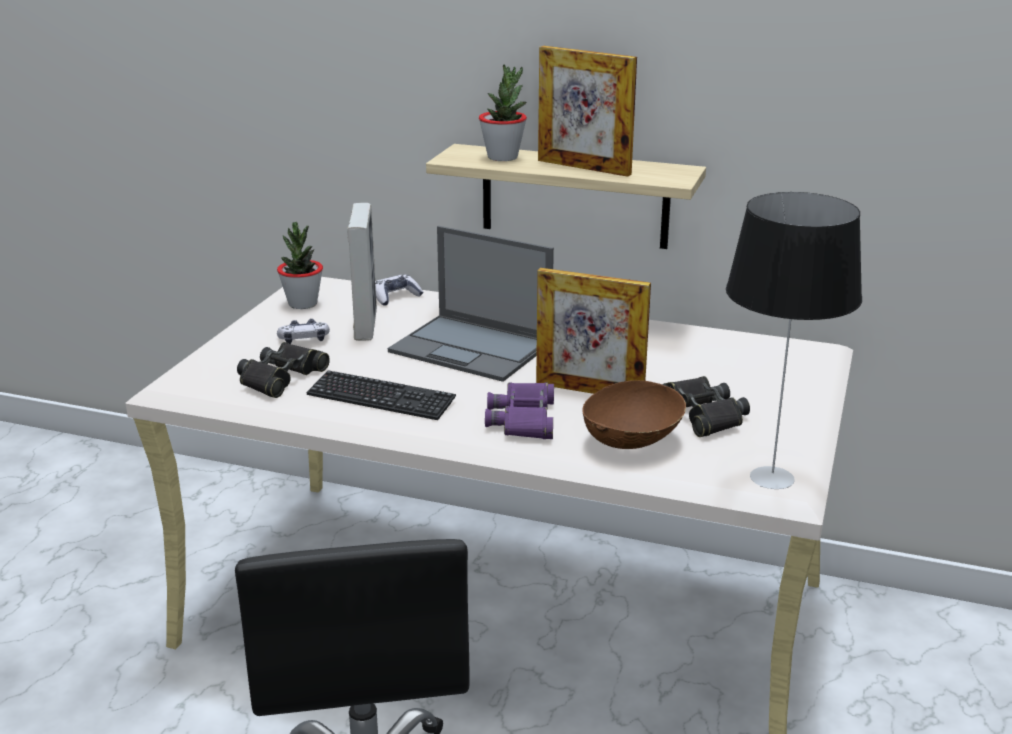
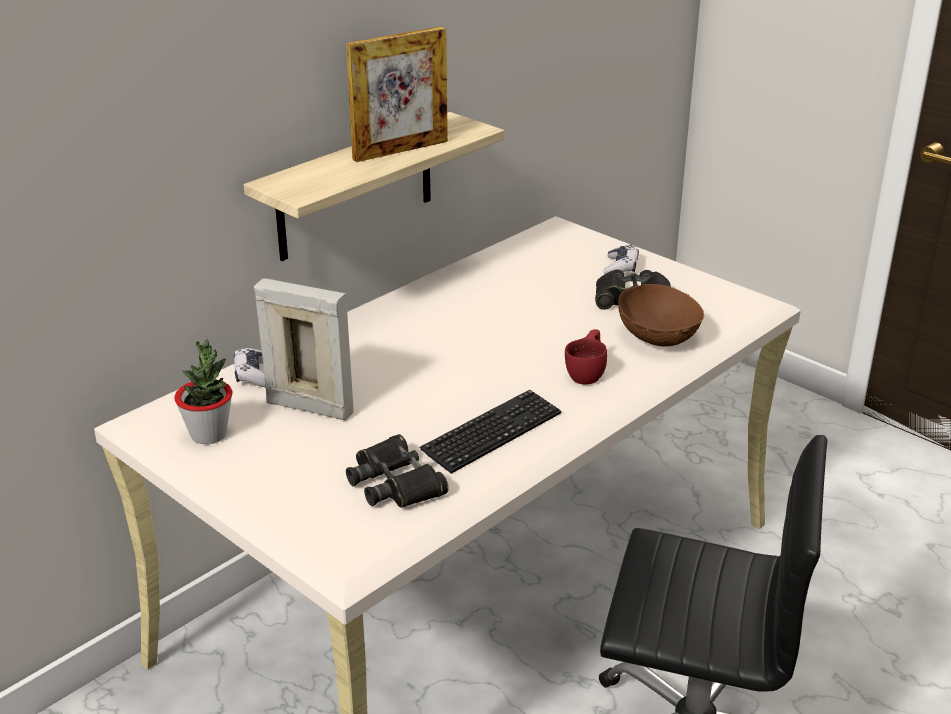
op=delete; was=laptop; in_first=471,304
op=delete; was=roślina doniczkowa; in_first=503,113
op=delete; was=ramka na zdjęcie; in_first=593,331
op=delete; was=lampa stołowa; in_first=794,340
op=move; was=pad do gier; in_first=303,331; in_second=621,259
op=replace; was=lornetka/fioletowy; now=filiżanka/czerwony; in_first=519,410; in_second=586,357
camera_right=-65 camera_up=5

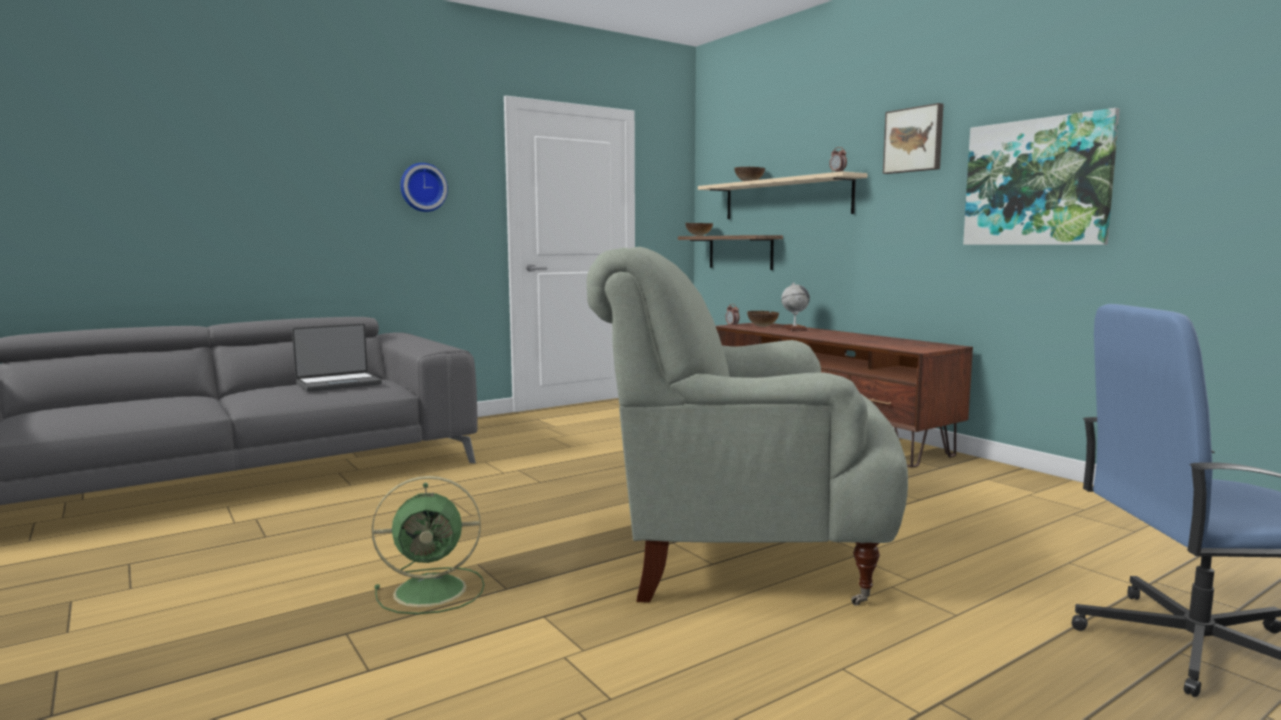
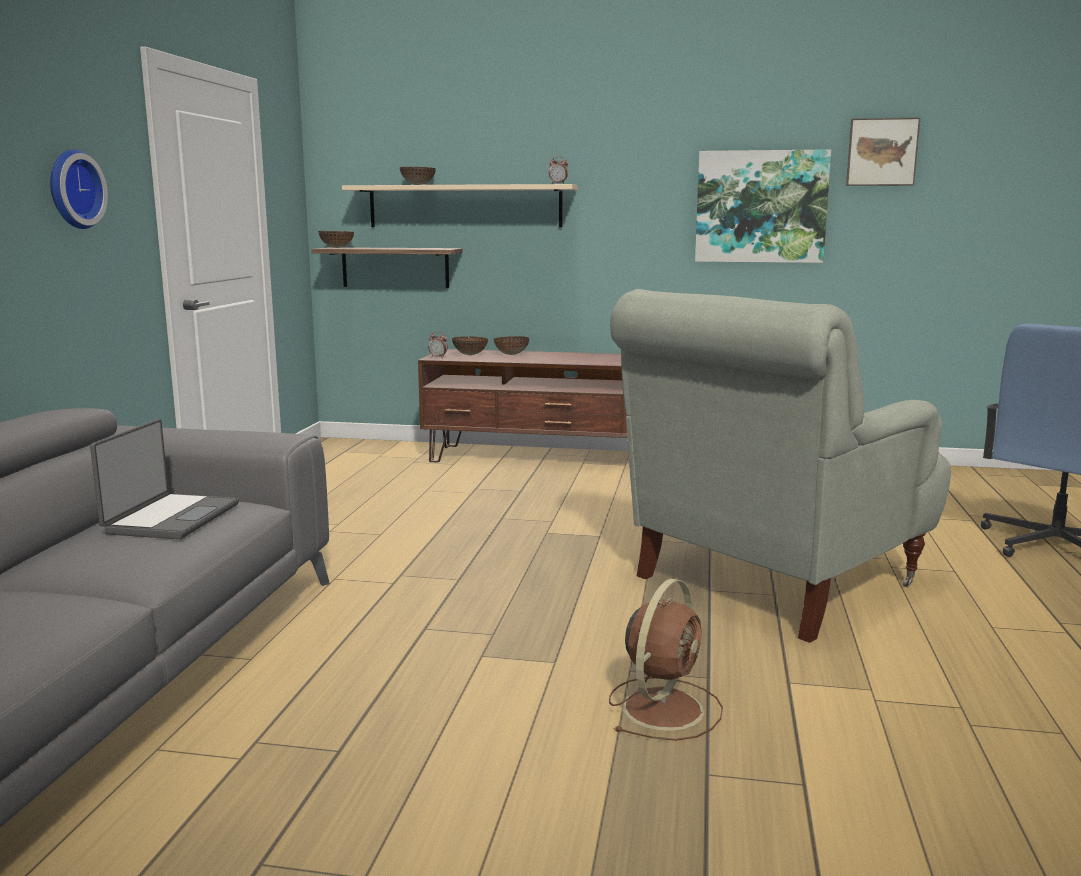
op=move; was=obraz; in_first=913,138; in_second=883,151
op=replace; was=globus; now=miska; in_first=795,307; in_second=511,345
op=recolor; was=wentylator/zielony; now=wentylator/brązowy; in_first=428,545; in_second=666,660
camera_right=-45 camera_up=5

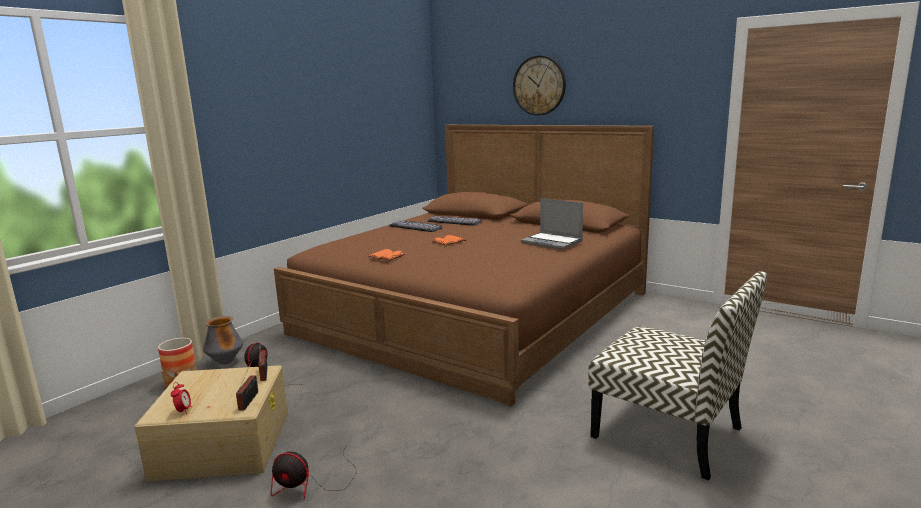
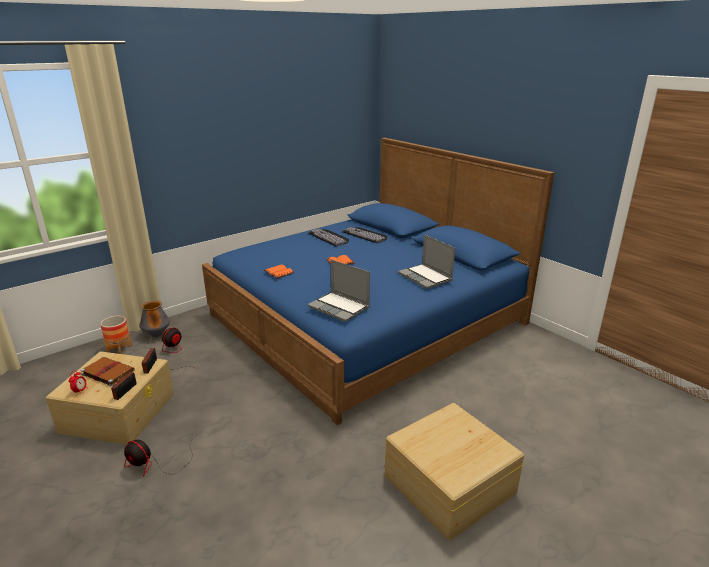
op=delete; was=zegar ścienny; in_first=539,85
op=insert; now=książka/brązowy; in_second=107,371
op=insert; now=laptop; in_second=339,290
op=replace; was=krzesło; now=pojemnik do przechowywania/beżowy; in_first=677,376; in_second=454,472
op=recolor; was=łóżko/brązowy; now=łóżko/niebieski; in_first=464,266; in_second=378,281
camera_right=15 camera_up=10

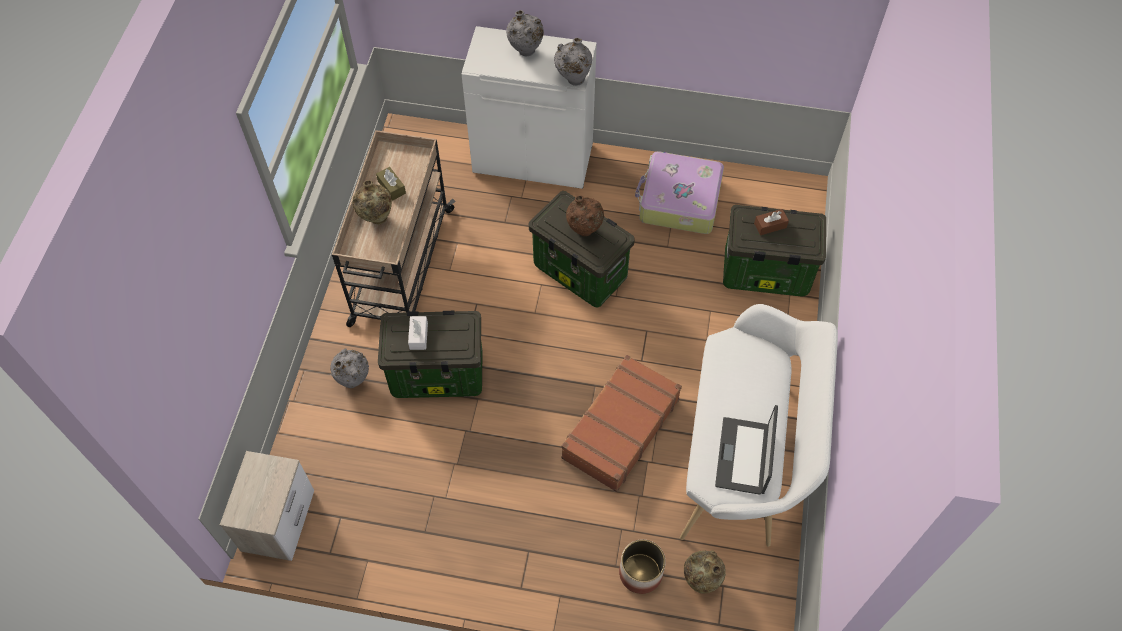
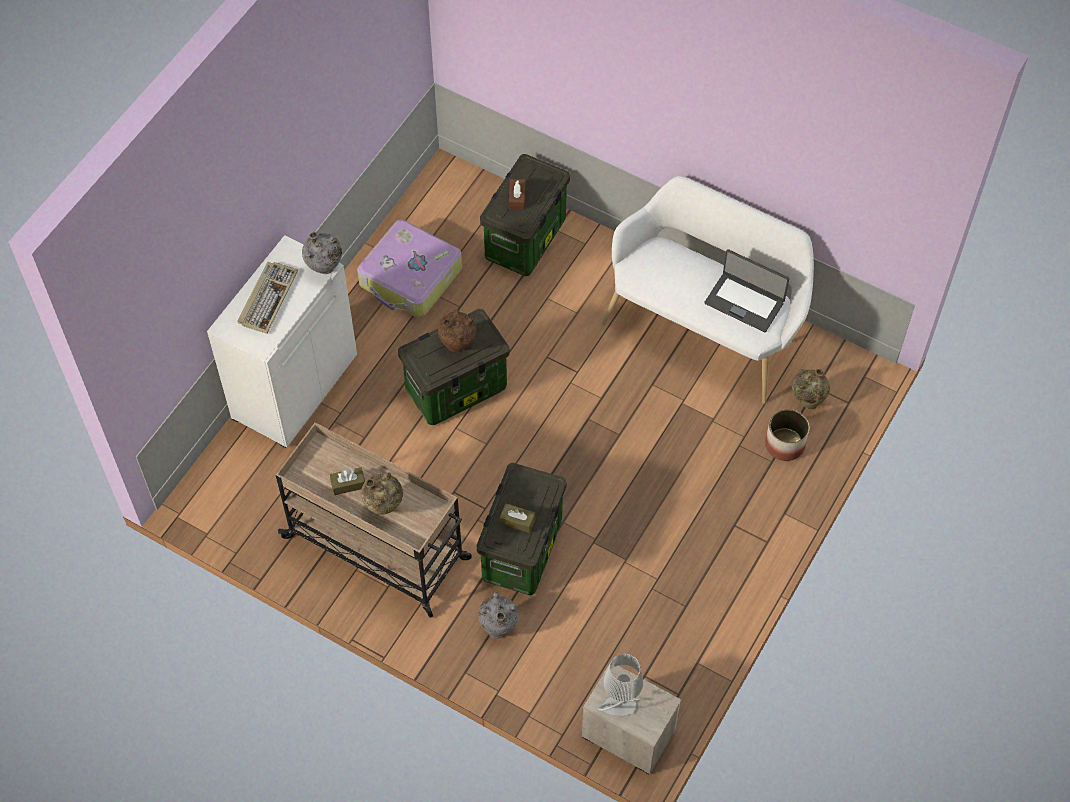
op=delete; was=walizka/brązowy; in_first=621,423
op=insert; now=lampa stołowa/szary; in_second=620,685
op=replace; was=wazon/szary; now=klawiatura; in_first=525,33; in_second=268,298
op=recolor; was=pudełko chusteczek/biały; now=pudełko chusteczek/brązowy; in_first=418,333; in_second=517,518
camera_right=-70 camera_up=0

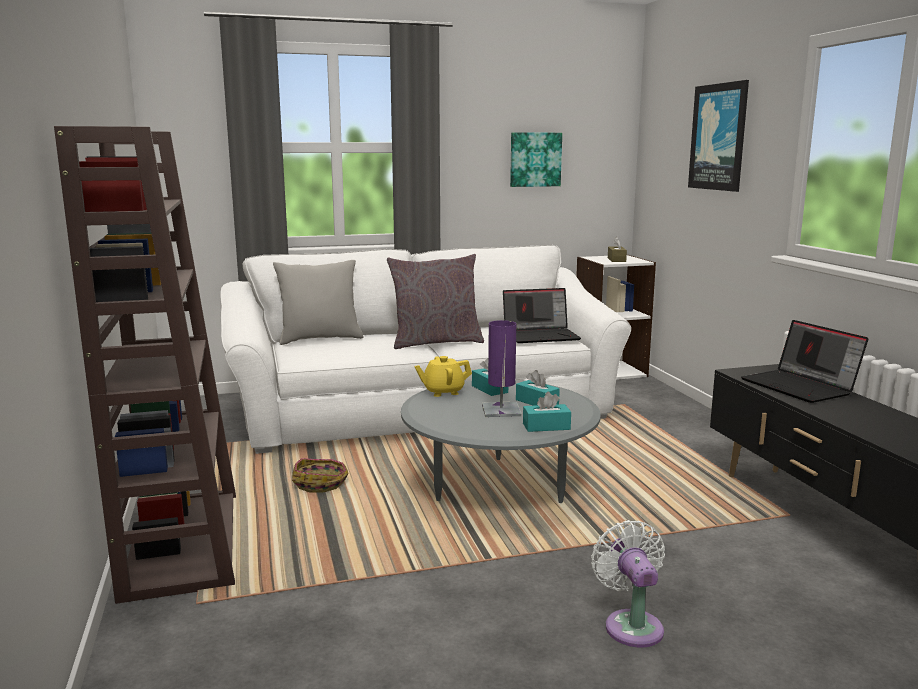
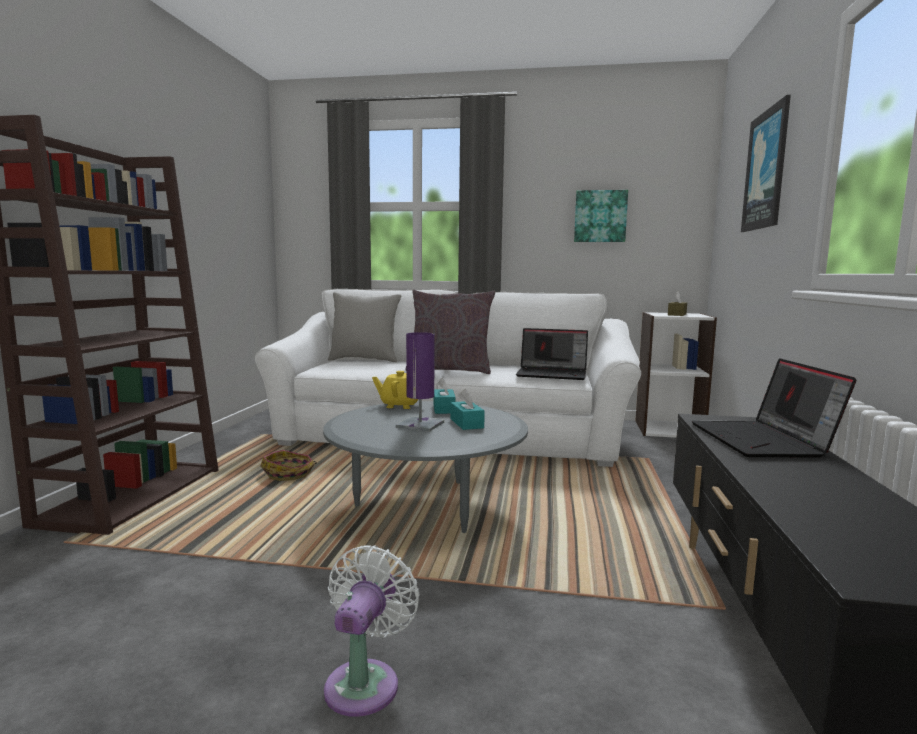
op=delete; was=pudełko chusteczek/turkusowy; in_first=547,412
camera_right=25 camera_up=-5

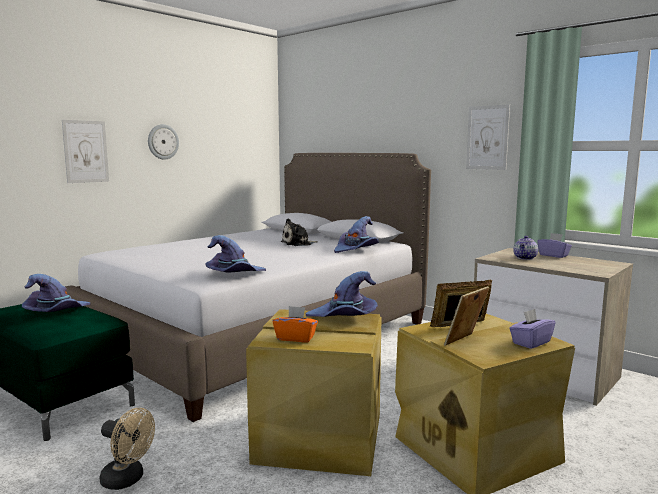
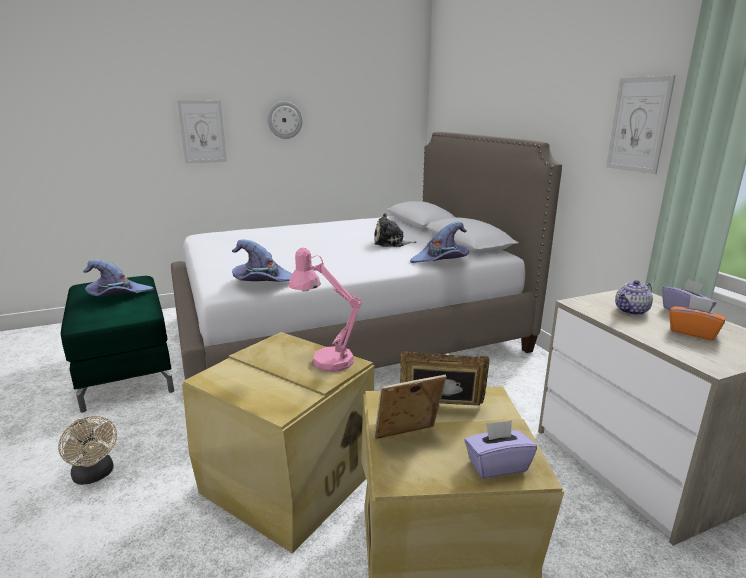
op=move; was=pudełko chusteczek/pomarańczowy; in_first=295,324; in_second=697,318
op=replace; was=kapelusz/fioletowy; now=lampa stołowa/różowy; in_first=341,294; in_second=325,310
camera_right=25 camera_up=10

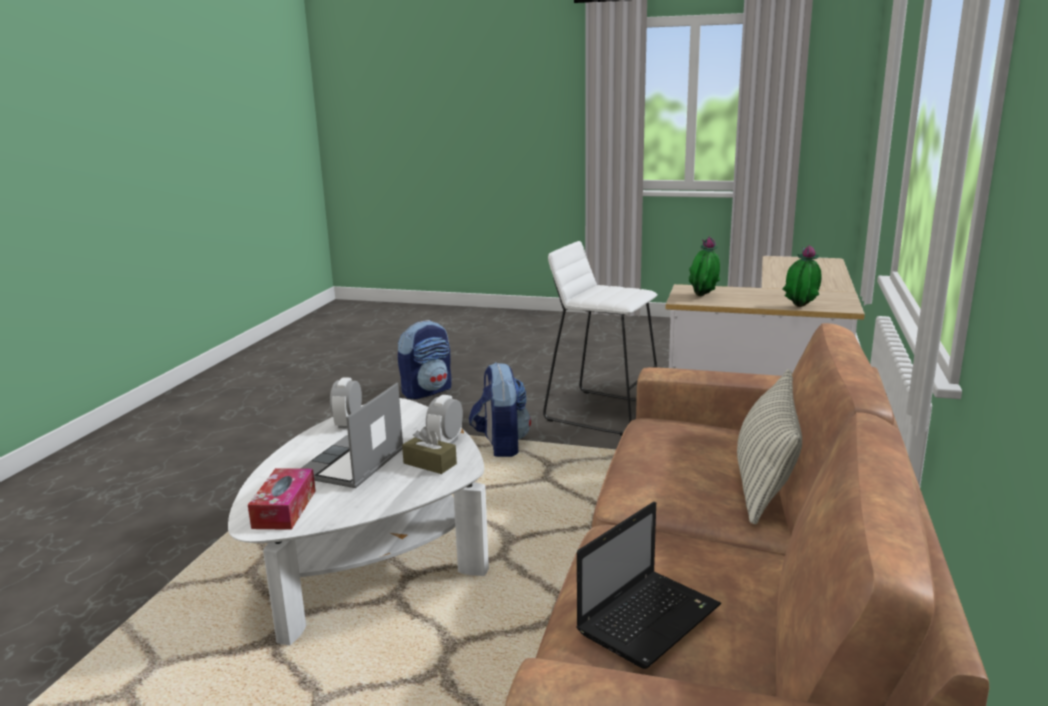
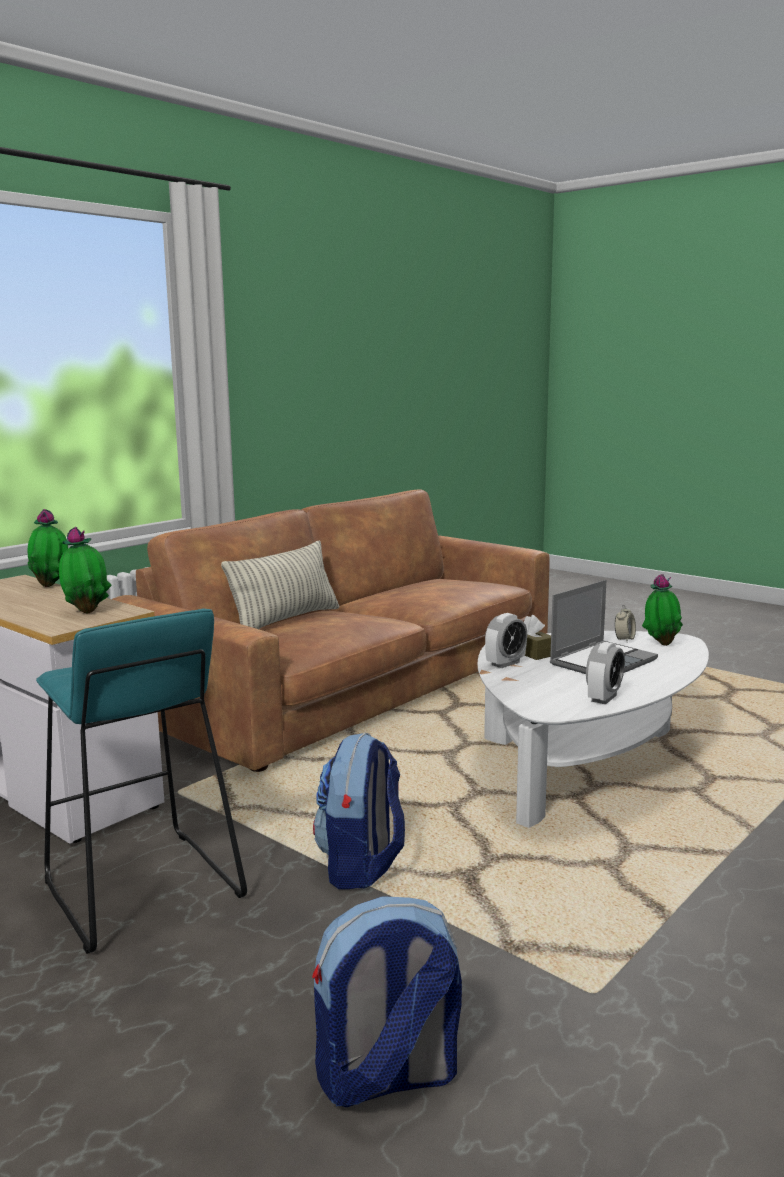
op=delete; was=laptop; in_first=648,585
op=insert; now=budzik; in_second=625,623
op=replace; was=pudełko chusteczek; now=roślina doniczkowa; in_first=282,499; in_second=662,610
op=recolor; was=stołek/biały; now=stołek/turkusowy; in_first=600,338; in_second=141,781
camera_right=-155 camera_up=-5

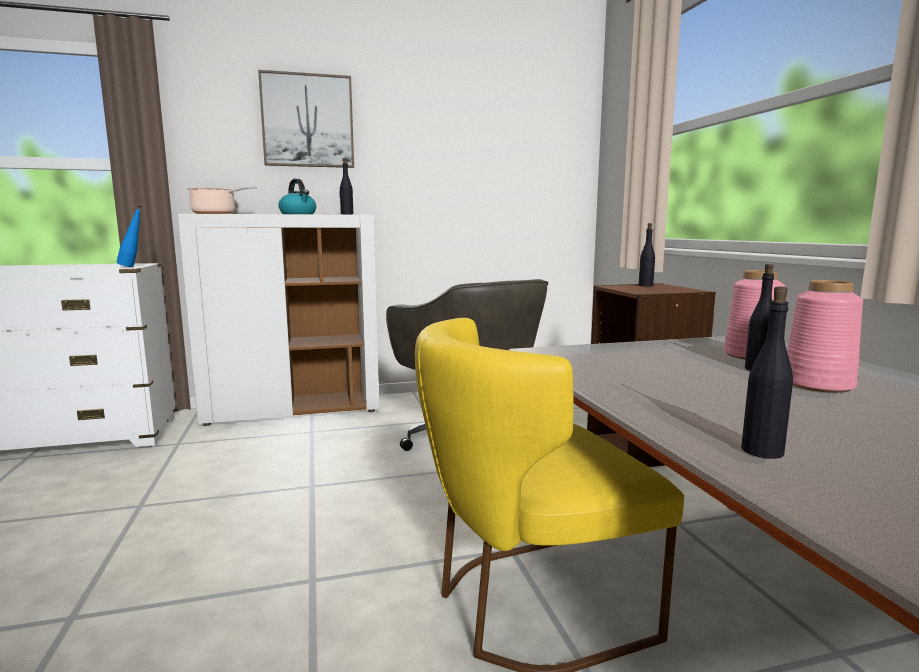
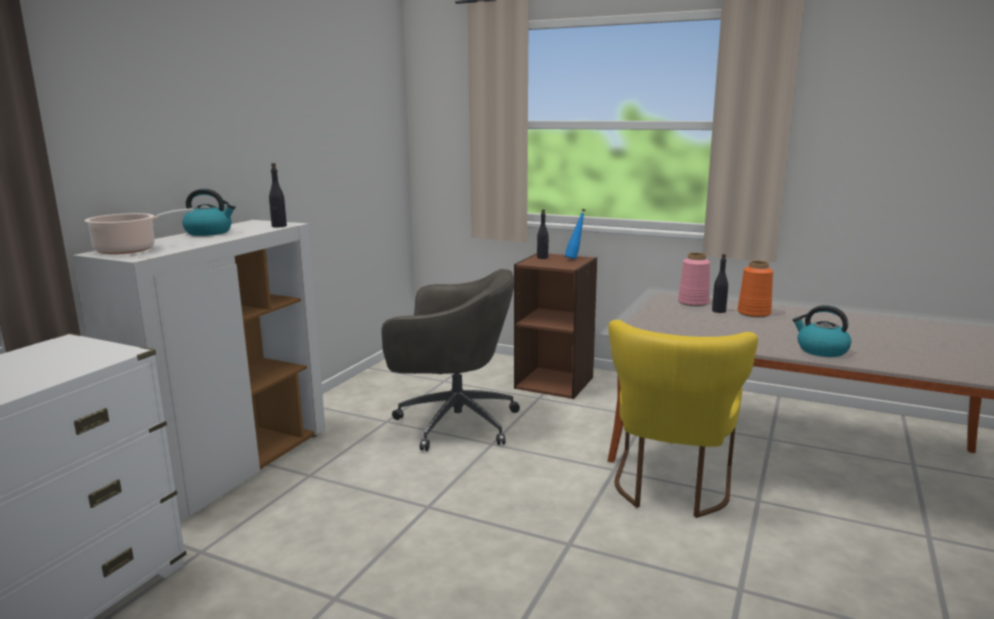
op=delete; was=obraz; in_first=306,119
op=move; was=butelka/niebieski; in_first=129,235; in_second=575,234
op=replace; was=butelka/czarny; now=czajnik; in_first=767,372; in_second=821,331
op=recolor; was=wazon/różowy; now=wazon/pomarańczowy; in_first=825,336; in_second=755,288
camera_right=-50 camera_up=5

